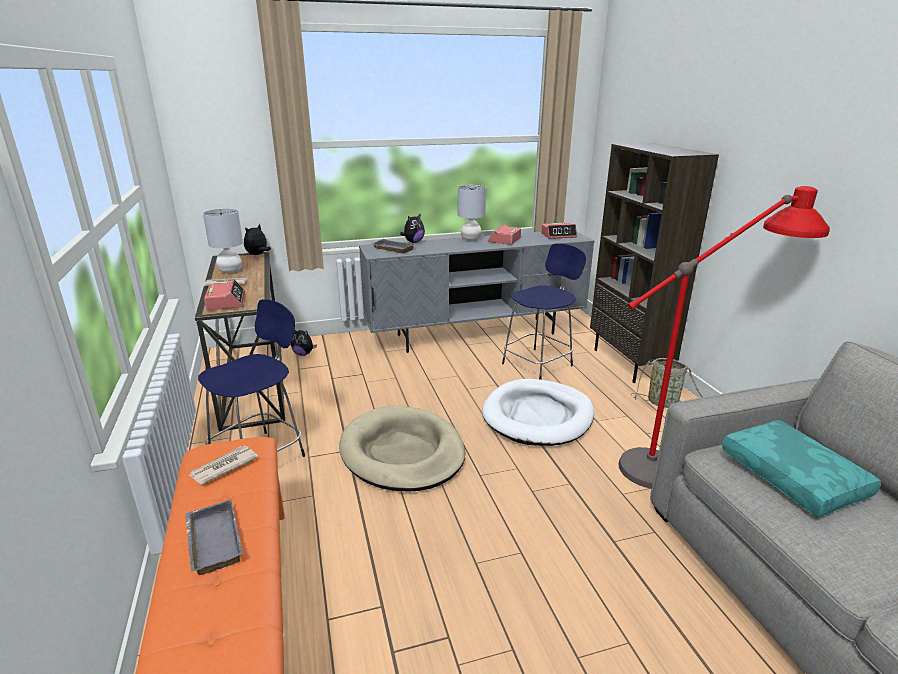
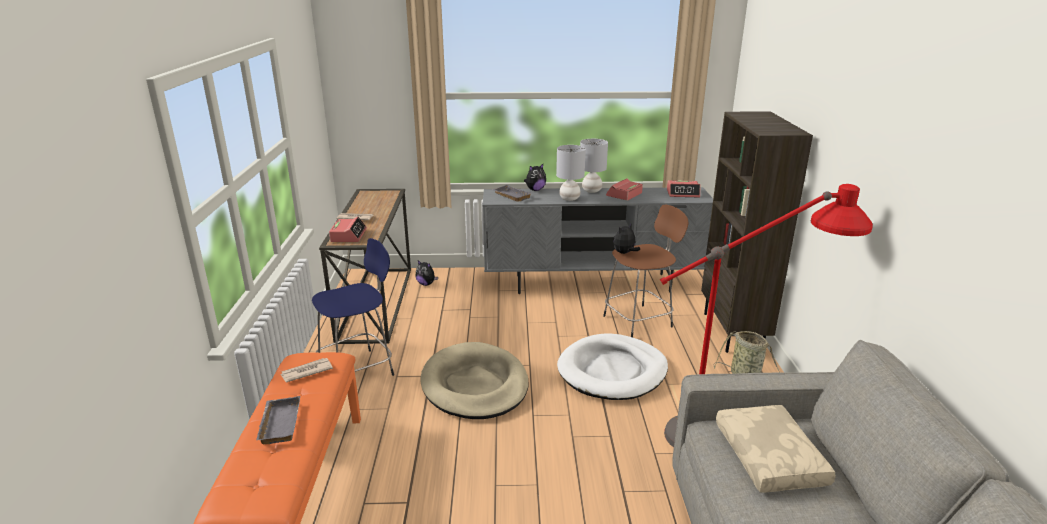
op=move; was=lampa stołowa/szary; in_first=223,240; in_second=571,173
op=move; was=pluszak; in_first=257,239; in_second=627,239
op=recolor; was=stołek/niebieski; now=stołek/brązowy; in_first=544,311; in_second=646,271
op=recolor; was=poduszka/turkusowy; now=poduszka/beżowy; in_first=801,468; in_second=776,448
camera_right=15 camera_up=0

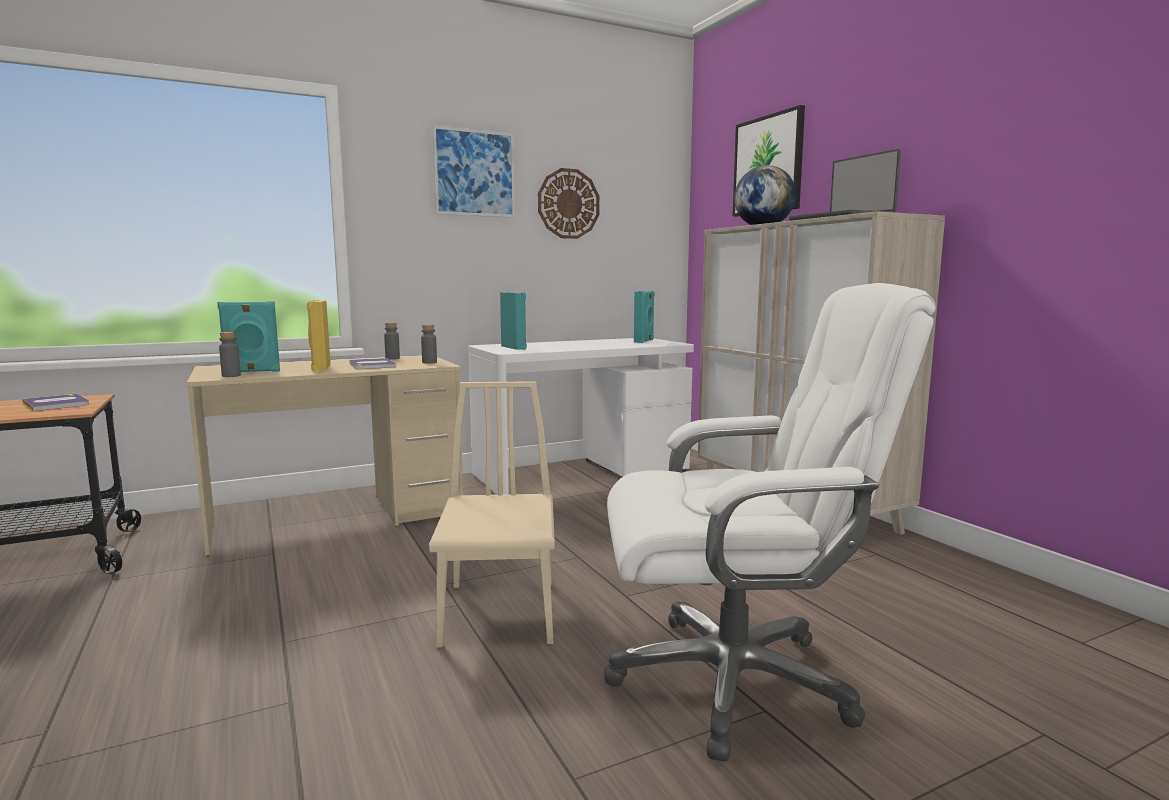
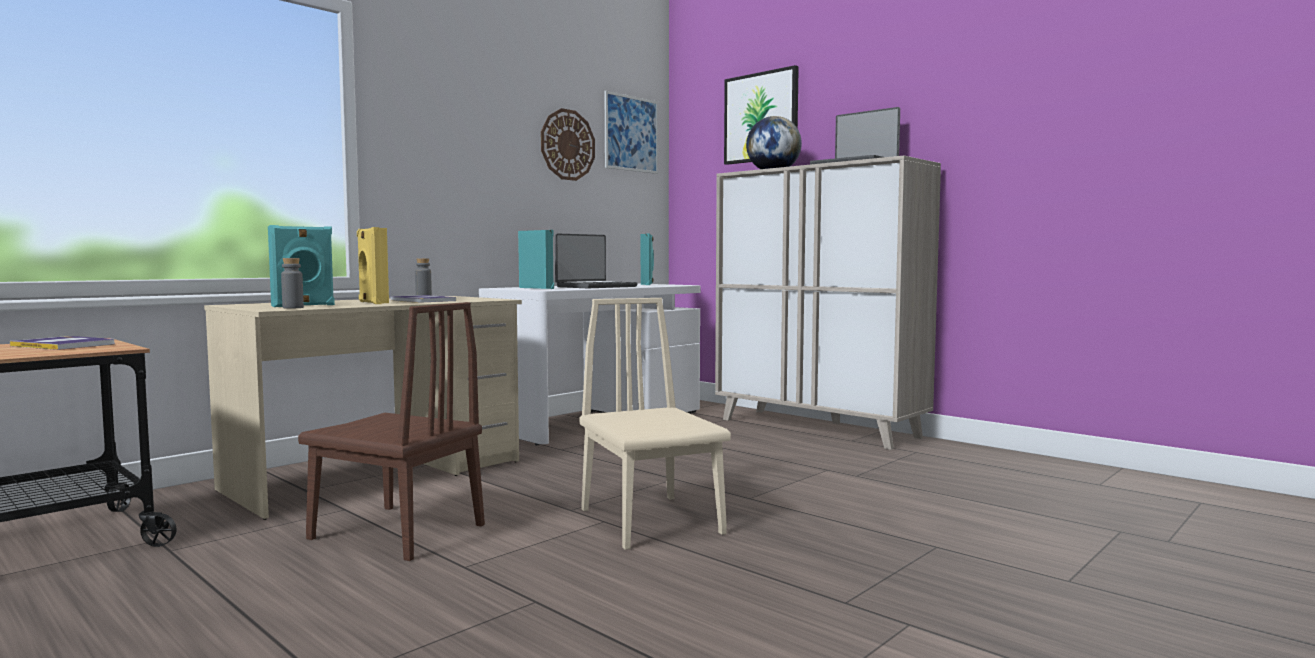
op=delete; was=butelka/szary; in_first=429,344
op=delete; was=krzesło biurowe/biały; in_first=770,522
op=insert; now=krzesło/brązowy; in_second=391,431
op=insert; now=laptop; in_second=596,260
op=move; was=obraz; in_first=473,171; in_second=631,132
camera_right=-20 camera_up=-5

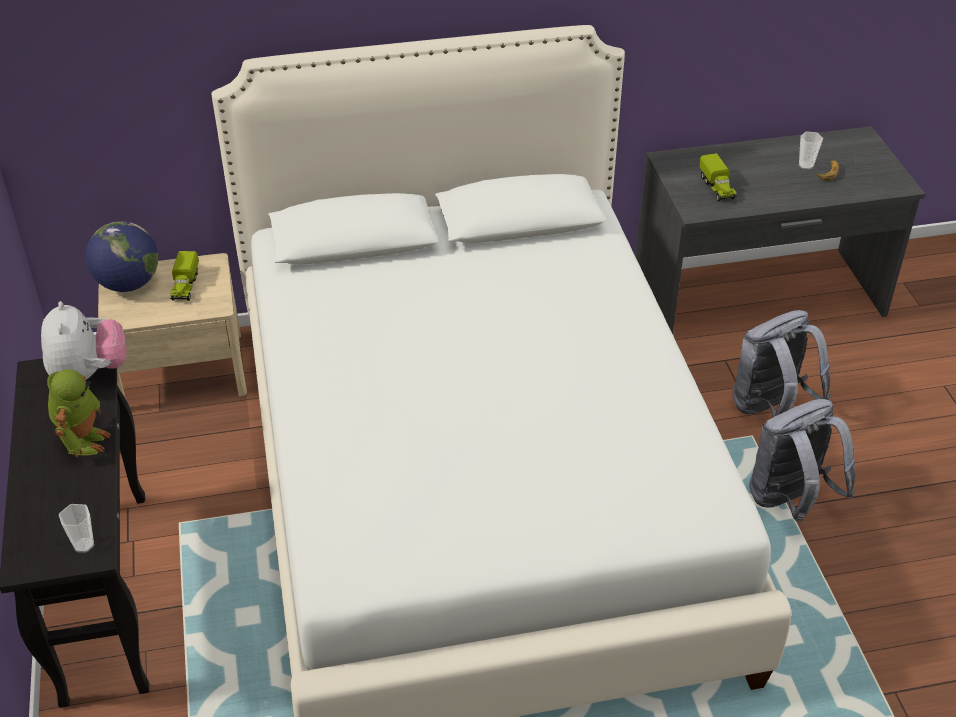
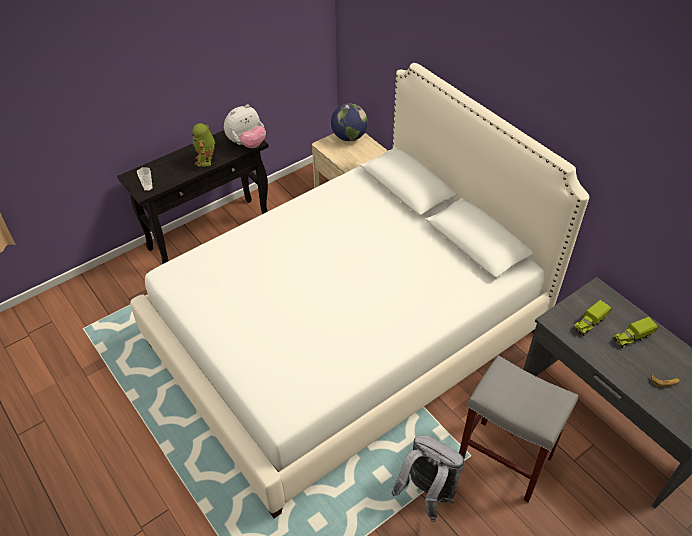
op=delete; was=filiżanka; in_first=811,150
op=move; was=ciężarówka zabawkowa; in_first=184,276; in_second=635,332
op=replace; was=plecak/szary; now=stołek/szary; in_first=782,363; in_second=518,428
op=rotate; was=robot zabawkowy; in_first=79,413; in_second=203,145; clockwise=105
camera_right=65 camera_up=5

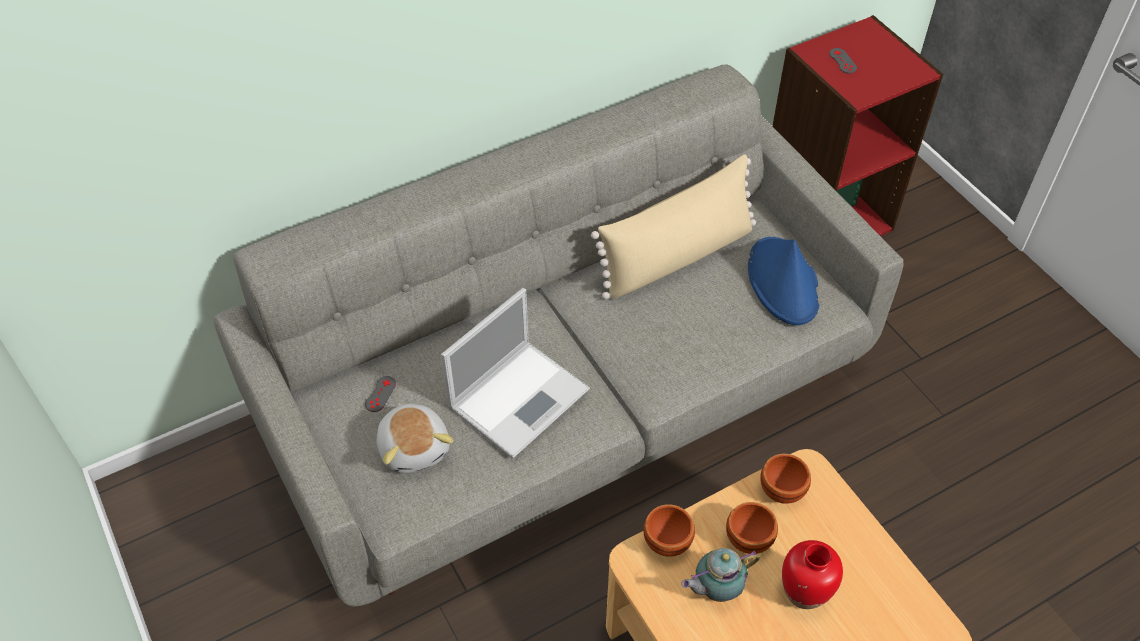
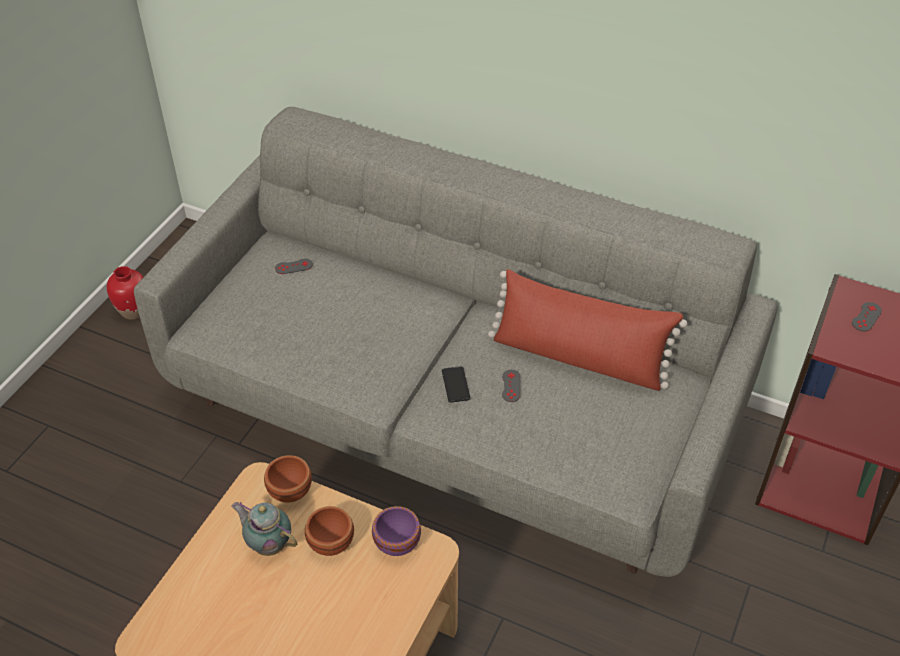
op=delete; was=pluszak; in_first=415,438
op=delete; was=laptop; in_first=515,373
op=delete; was=kapelusz/niebieski; in_first=784,281
op=insert; now=telefon; in_second=456,384
op=insert; now=pad do gier/szary; in_second=511,386
op=move; was=wazon/czerwony; in_first=812,574; in_second=125,293
op=recolor; was=poduszka/beżowy; now=poduszka/czerwony; in_first=673,227; in_second=587,330
op=recolor; was=miska/brązowy; now=miska/fioletowy; in_first=785,479; in_second=396,531
camera_right=55 camera_up=-5

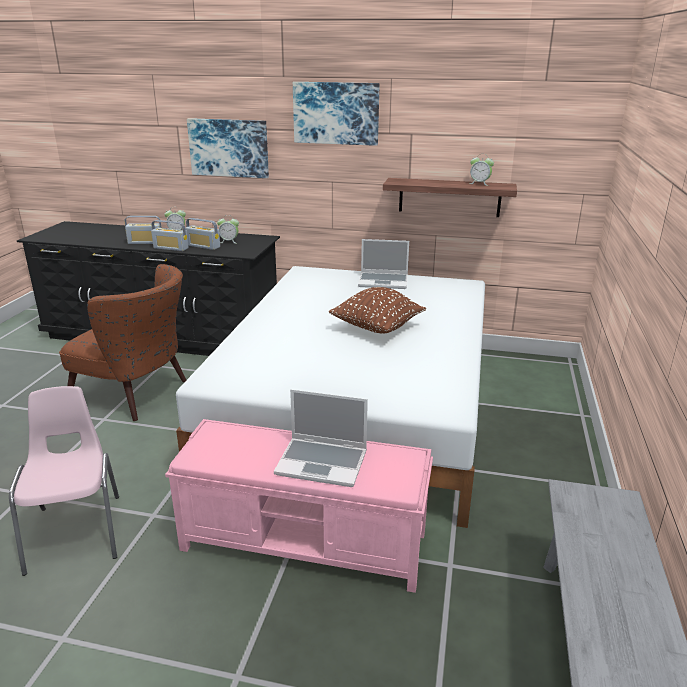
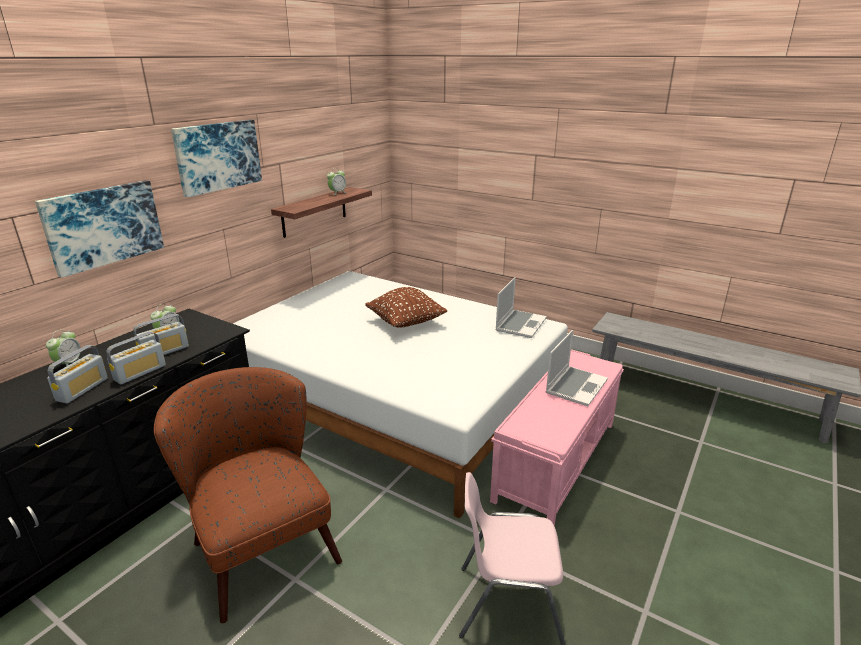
op=move; was=laptop; in_first=383,264; in_second=521,307
op=rotate; was=fotel/brązowy; in_first=122,342; in_second=248,495; clockwise=-75
camera_right=-70 camera_up=0

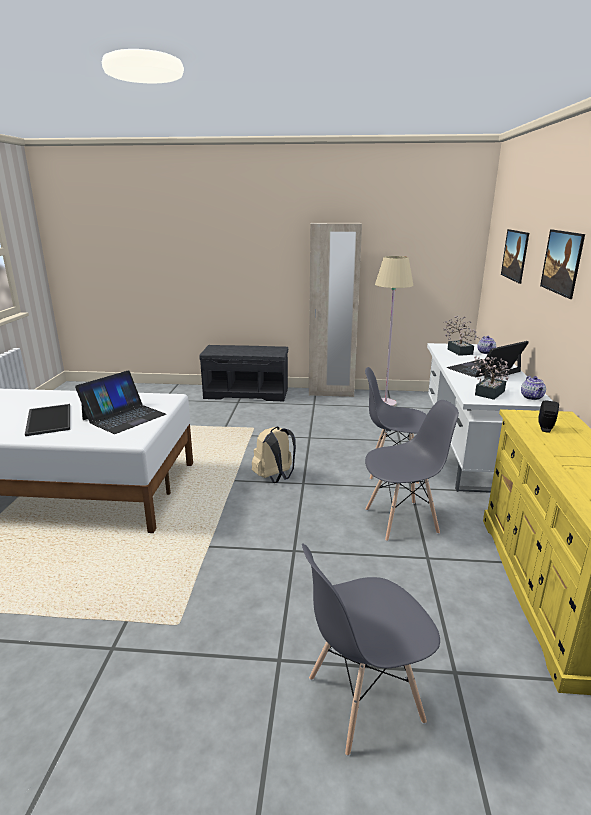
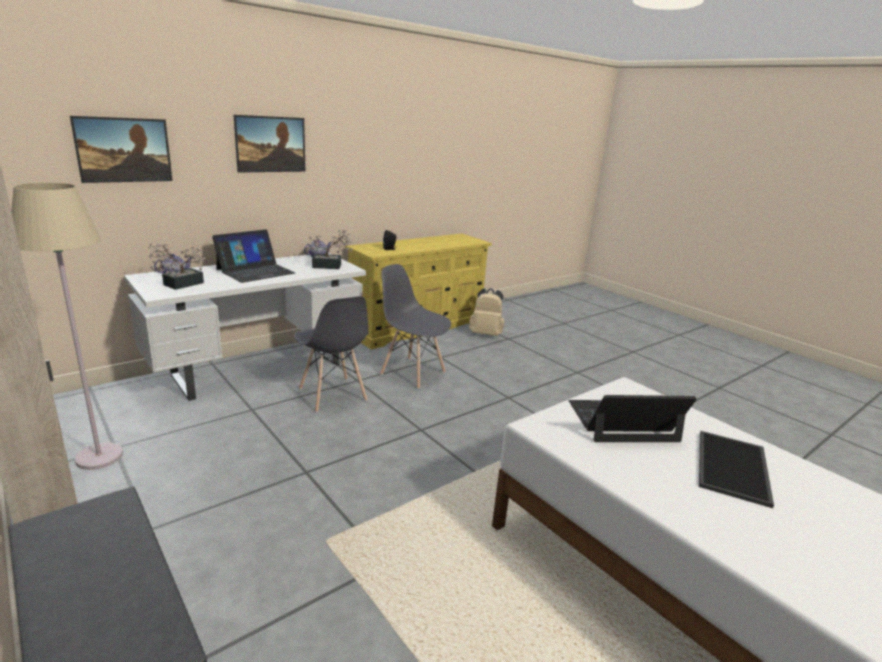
op=delete; was=krzesło/szary; in_first=371,649
op=move; was=plecak/beżowy; in_first=274,455; in_second=486,312
op=rotate; was=laptop; in_first=488,359; in_second=253,256; clockwise=-60
camera_right=-135 camera_up=0

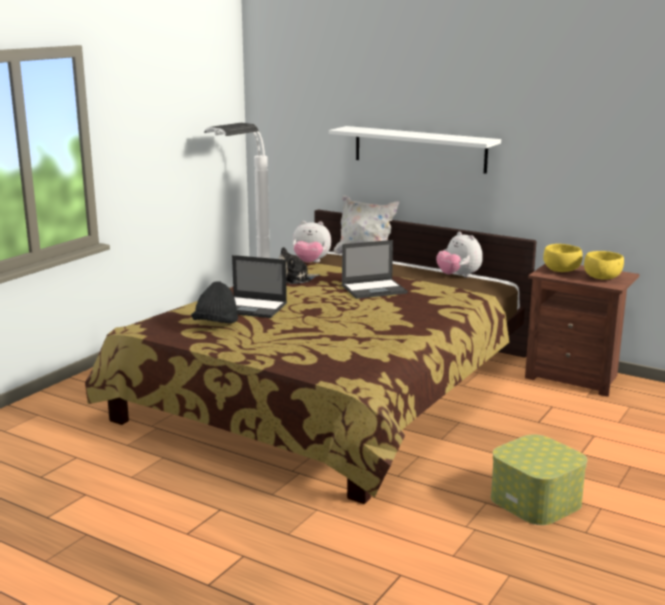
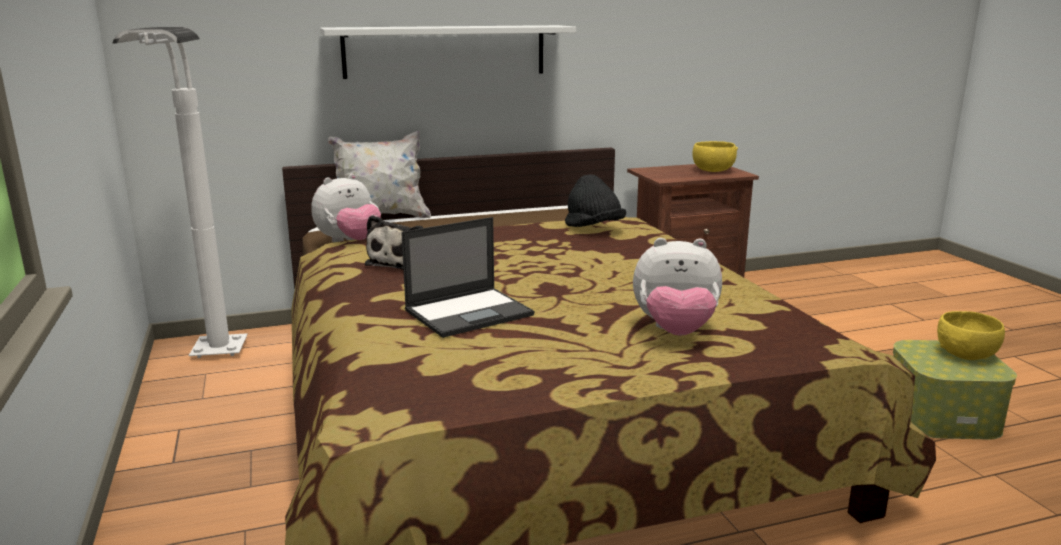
op=delete; was=laptop; in_first=375,269
op=move; was=kapelusz/czarny; in_first=214,302; in_second=595,200
op=move; was=pluszak; in_first=459,255; in_second=677,287
op=move; was=miska/żółty; in_first=563,258; in_second=971,335
camera_right=-50 camera_up=0

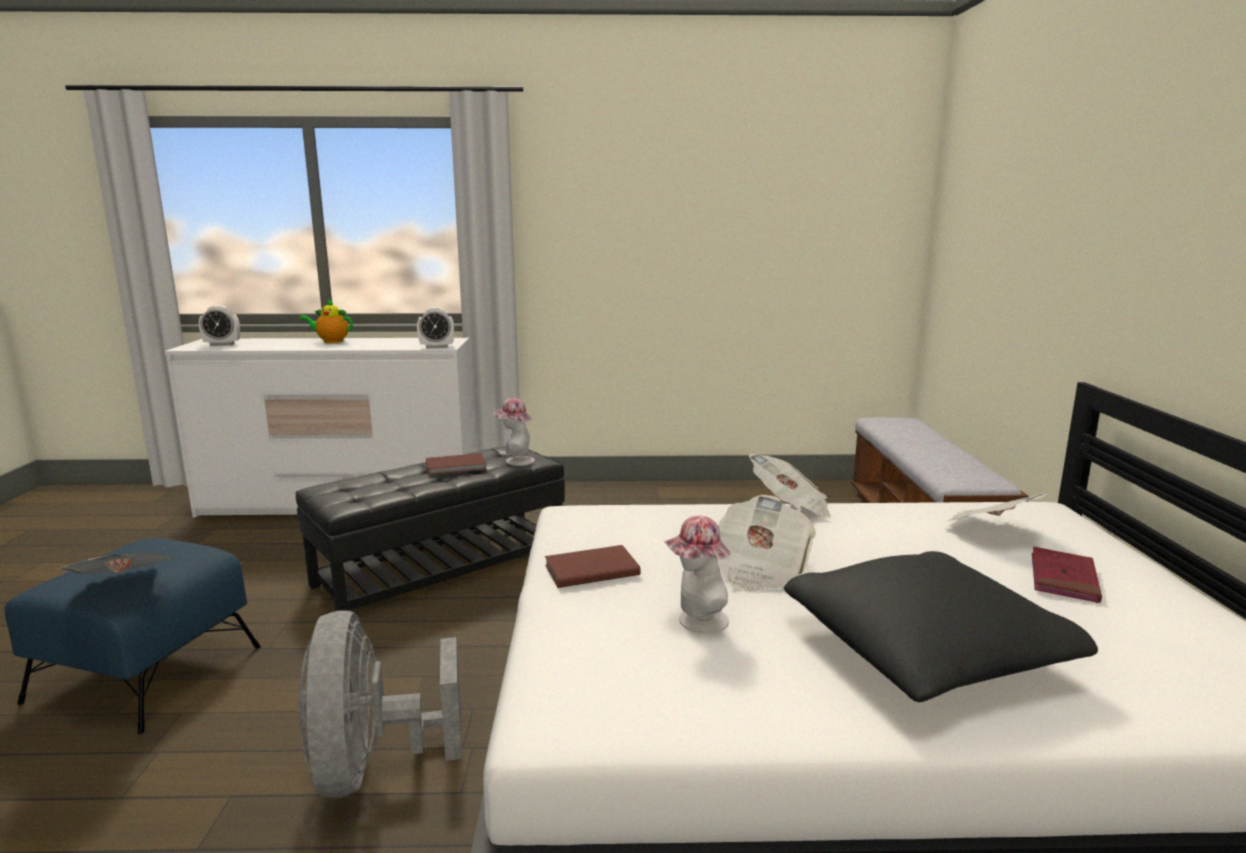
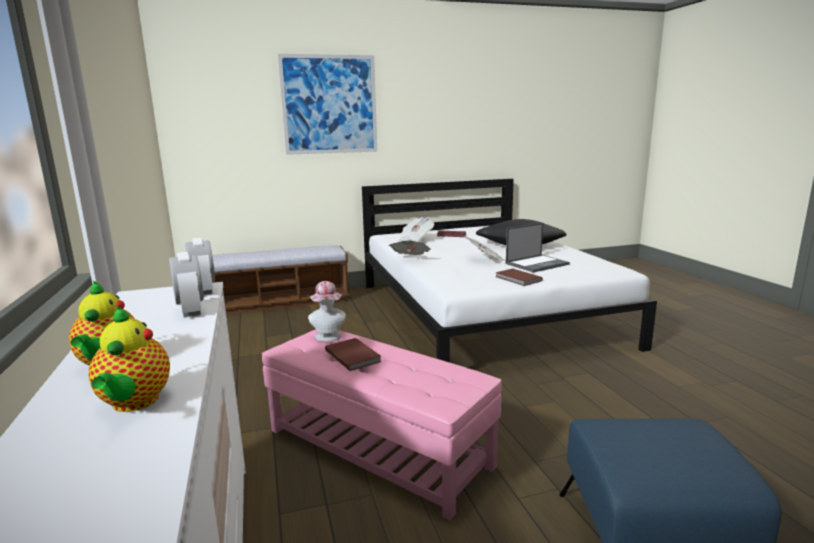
op=delete; was=gazeta; in_first=115,563
op=delete; was=wentylator/szary; in_first=380,704
op=insert; now=imbryk; in_second=129,359
op=insert; now=obraz; in_second=327,104
op=move; was=budzik; in_first=219,325; in_second=186,285
op=replace; was=kapelusz; now=laptop; in_first=697,574; in_second=538,248
op=recolor; was=pufa/czarny; now=pufa/różowy; in_first=430,528; in_second=382,425
camera_right=-105 camera_up=0

